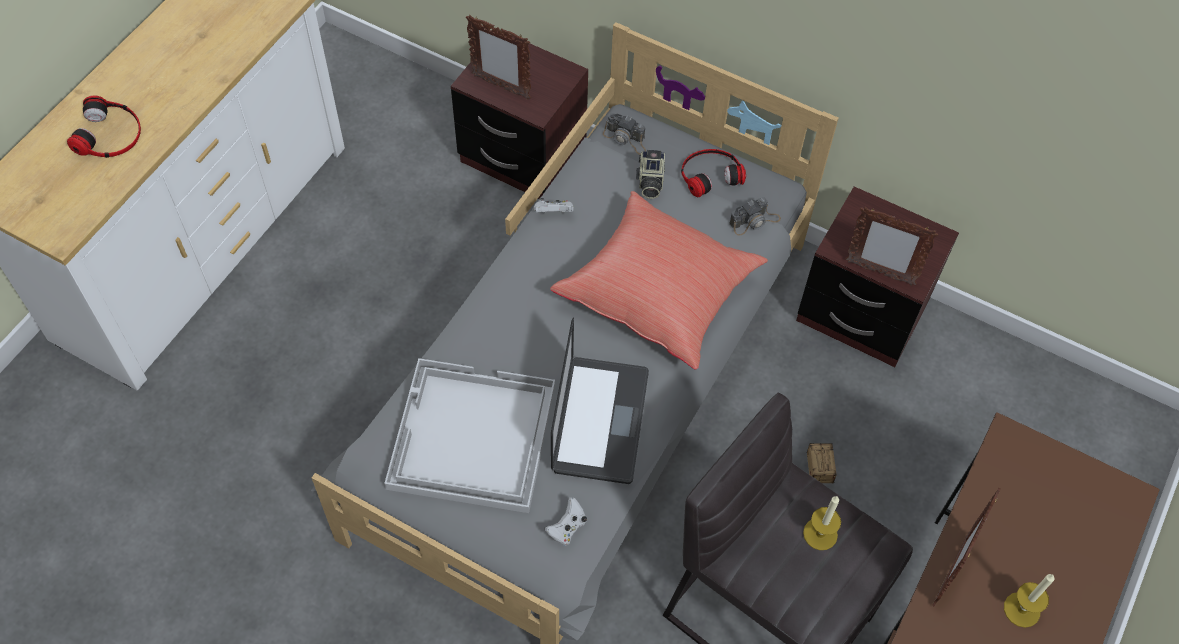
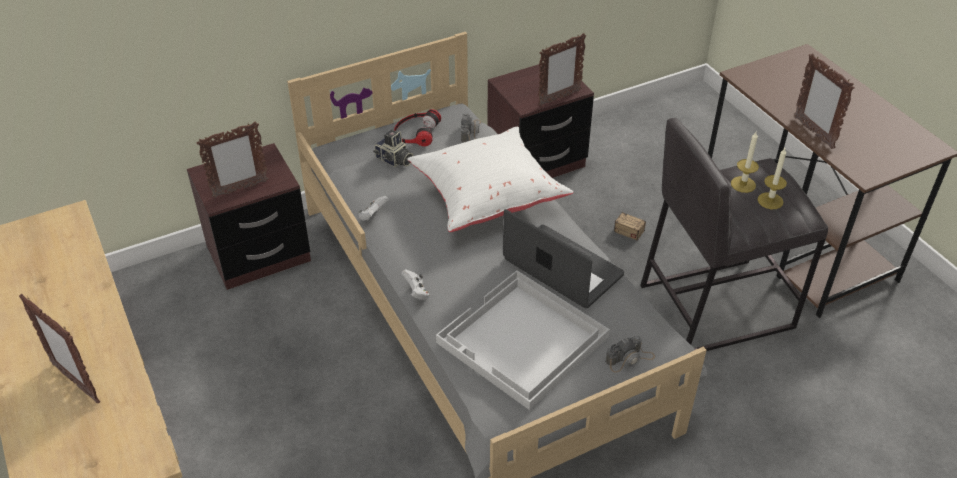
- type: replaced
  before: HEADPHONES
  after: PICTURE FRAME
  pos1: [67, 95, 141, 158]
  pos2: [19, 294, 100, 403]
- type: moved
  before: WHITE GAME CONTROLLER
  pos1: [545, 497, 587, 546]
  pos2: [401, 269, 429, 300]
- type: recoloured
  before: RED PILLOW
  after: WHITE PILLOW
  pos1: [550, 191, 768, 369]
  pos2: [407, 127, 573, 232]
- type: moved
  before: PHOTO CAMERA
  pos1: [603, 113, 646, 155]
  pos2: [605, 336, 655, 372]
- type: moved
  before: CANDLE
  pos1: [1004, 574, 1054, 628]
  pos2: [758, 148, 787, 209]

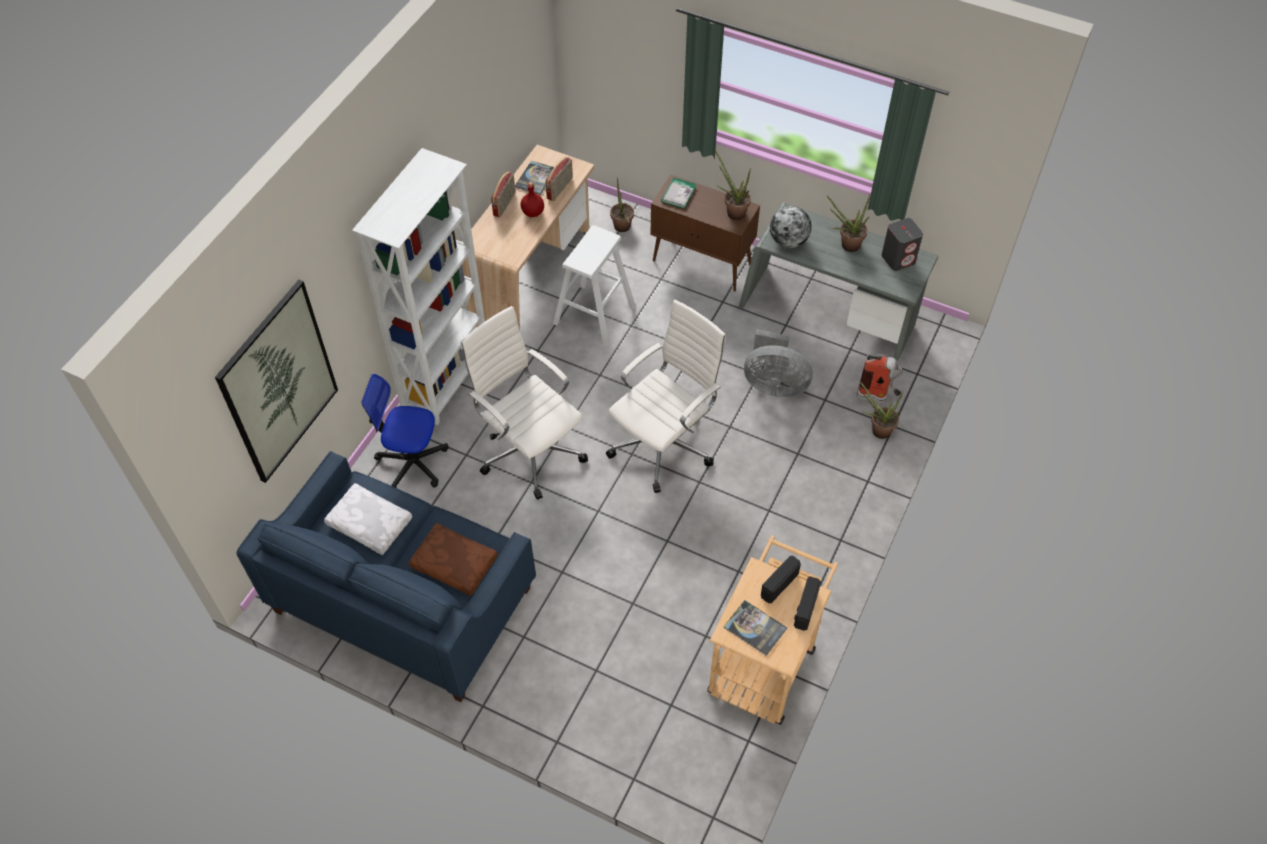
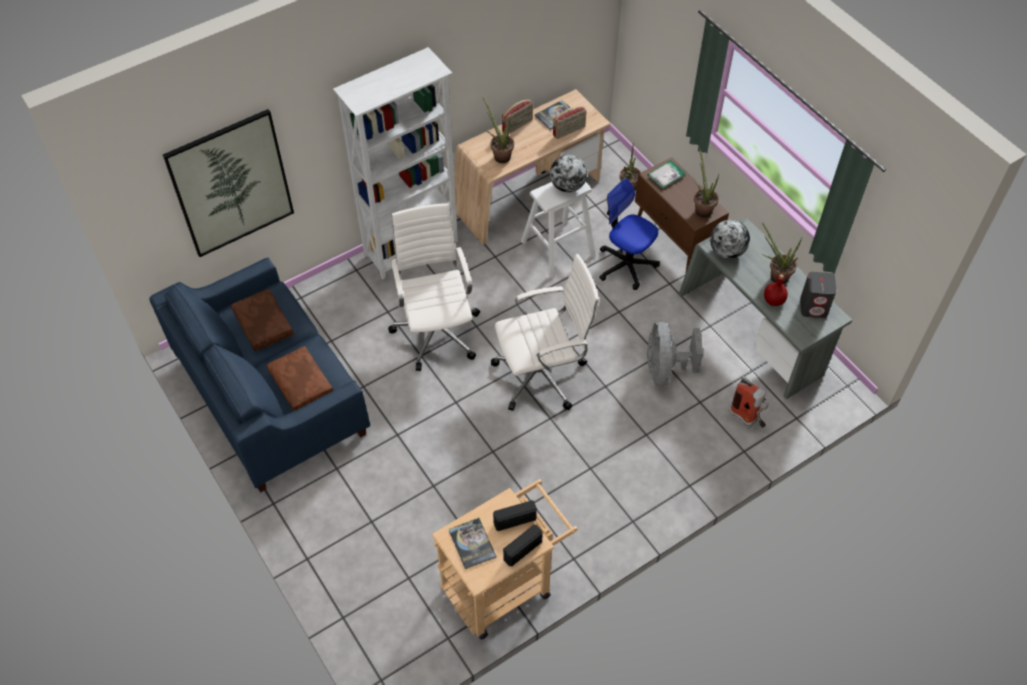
- type: recoloured
  before: WHITE PILLOW
  after: BROWN PILLOW
  pos1: [324, 483, 412, 555]
  pos2: [231, 289, 294, 351]
- type: moved
  before: POTTED PLANT
  pos1: [860, 382, 903, 439]
  pos2: [482, 97, 514, 163]
- type: added
  after: GLOBE
  pos2: [550, 155, 587, 193]
- type: moved
  before: OFFICE CHAIR
  pos1: [362, 374, 449, 488]
  pos2: [599, 178, 660, 290]
- type: turned
  before: GREY FAN
  pos1: [744, 329, 813, 397]
  pos2: [647, 322, 703, 386]
  turn: 45
- type: moved
  before: RED BOTTLE
  pos1: [521, 182, 544, 217]
  pos2: [764, 274, 788, 306]

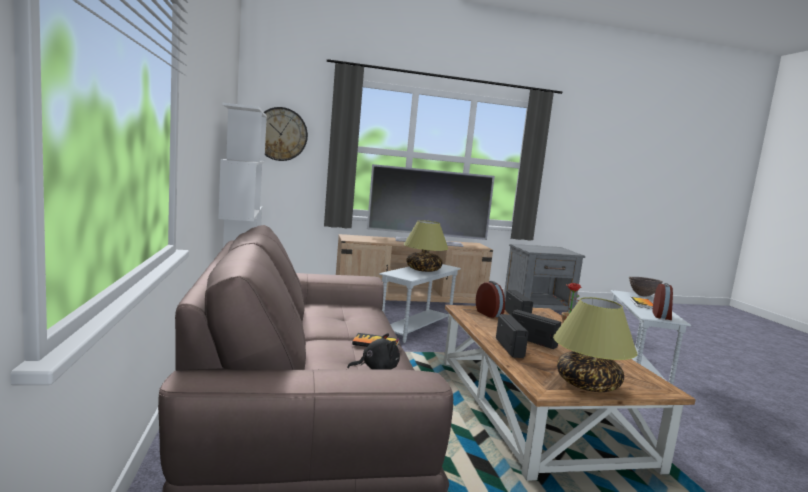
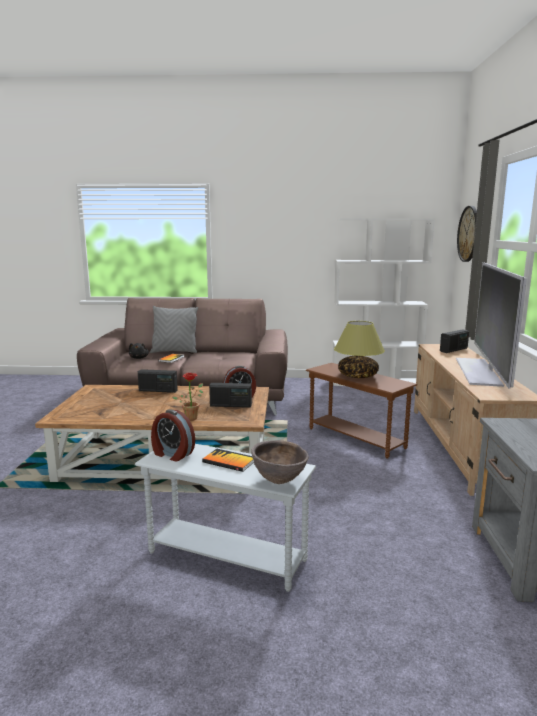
- type: added
  after: GREY PILLOW
  pos2: [150, 306, 198, 353]
- type: recoloured
  before: WHITE SIDE TABLE
  after: BROWN SIDE TABLE
  pos1: [379, 264, 461, 343]
  pos2: [306, 363, 417, 459]
- type: moved
  before: RADIO
  pos1: [512, 310, 561, 349]
  pos2: [440, 329, 469, 353]
- type: removed
  before: TABLE LAMP
  pos1: [553, 297, 637, 392]

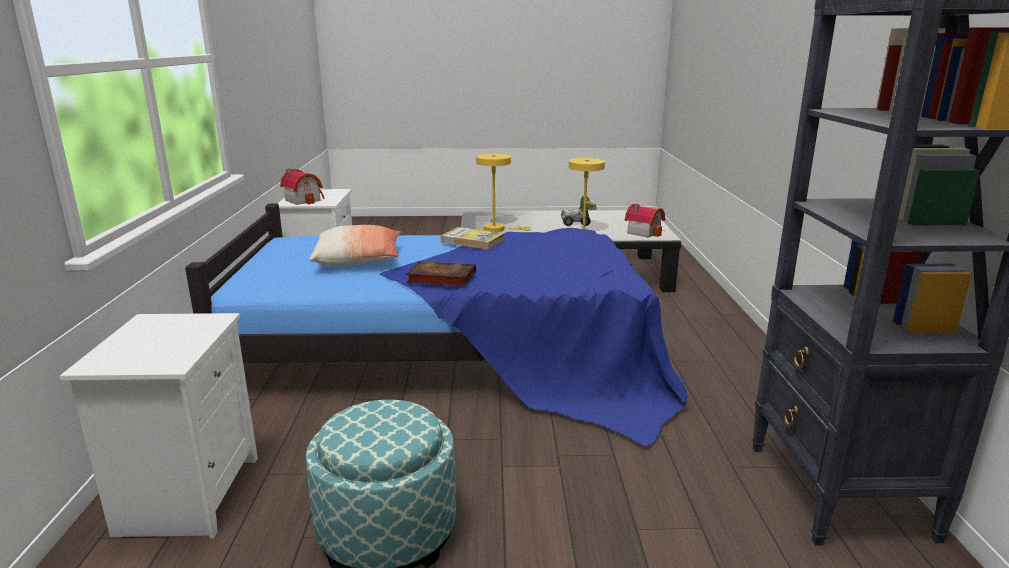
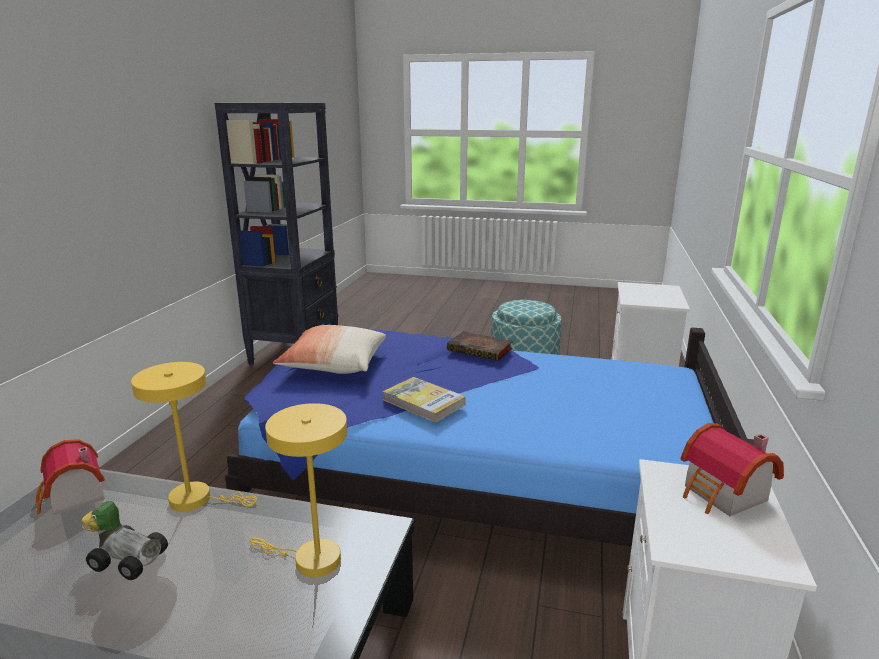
- type: moved
  before: PILLOW
  pos1: [309, 225, 401, 267]
  pos2: [273, 325, 386, 374]

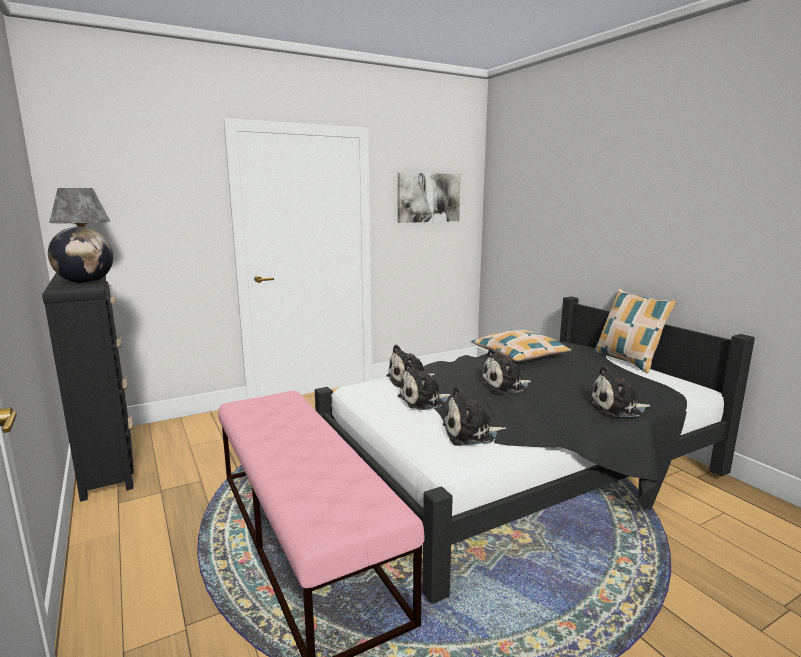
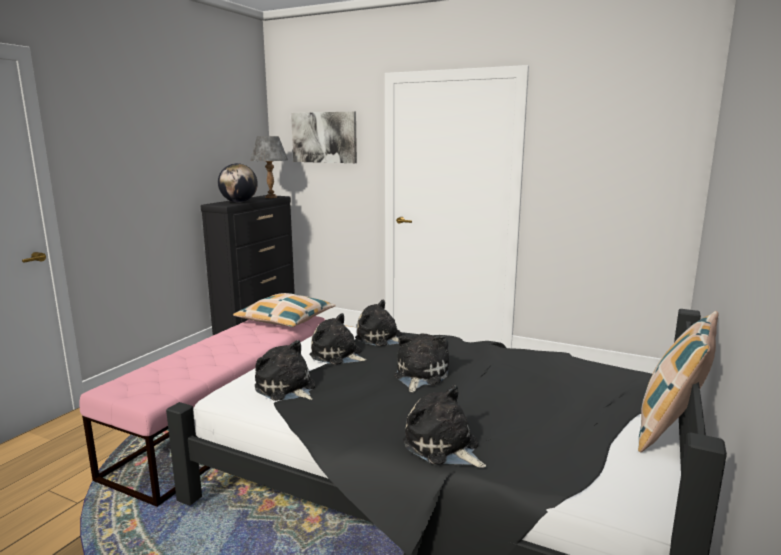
- type: moved
  before: PILLOW
  pos1: [471, 330, 572, 361]
  pos2: [233, 293, 335, 327]
- type: moved
  before: PICTURE
  pos1: [398, 173, 461, 223]
  pos2: [291, 111, 357, 163]
- type: turned
  before: PLUSH TOY
  pos1: [480, 348, 531, 394]
  pos2: [394, 333, 449, 393]
  turn: 75

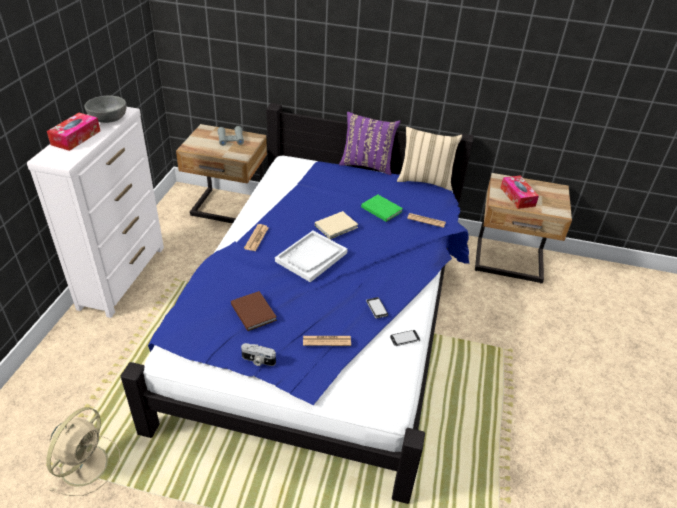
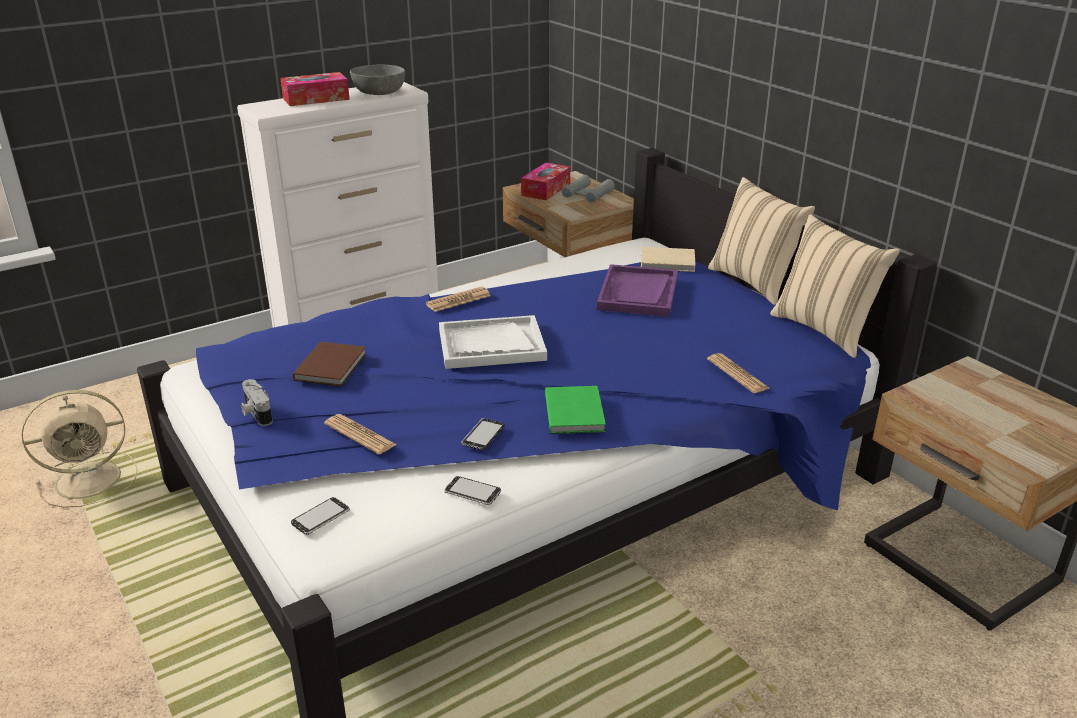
- type: added
  after: PHONE
  pos2: [291, 497, 350, 535]
- type: moved
  before: TISSUE BOX
  pos1: [501, 176, 539, 209]
  pos2: [521, 163, 570, 200]
- type: moved
  before: GREEN BOOK
  pos1: [361, 195, 403, 222]
  pos2: [545, 386, 606, 434]
- type: added
  after: PURPLE TRAY
  pos2: [597, 264, 678, 317]
- type: moved
  before: BEIGE BOOK
  pos1: [315, 211, 358, 239]
  pos2: [641, 247, 696, 272]
- type: recoloured
  before: PURPLE PILLOW
  after: BEIGE PILLOW
  pos1: [339, 112, 400, 175]
  pos2: [708, 177, 815, 305]

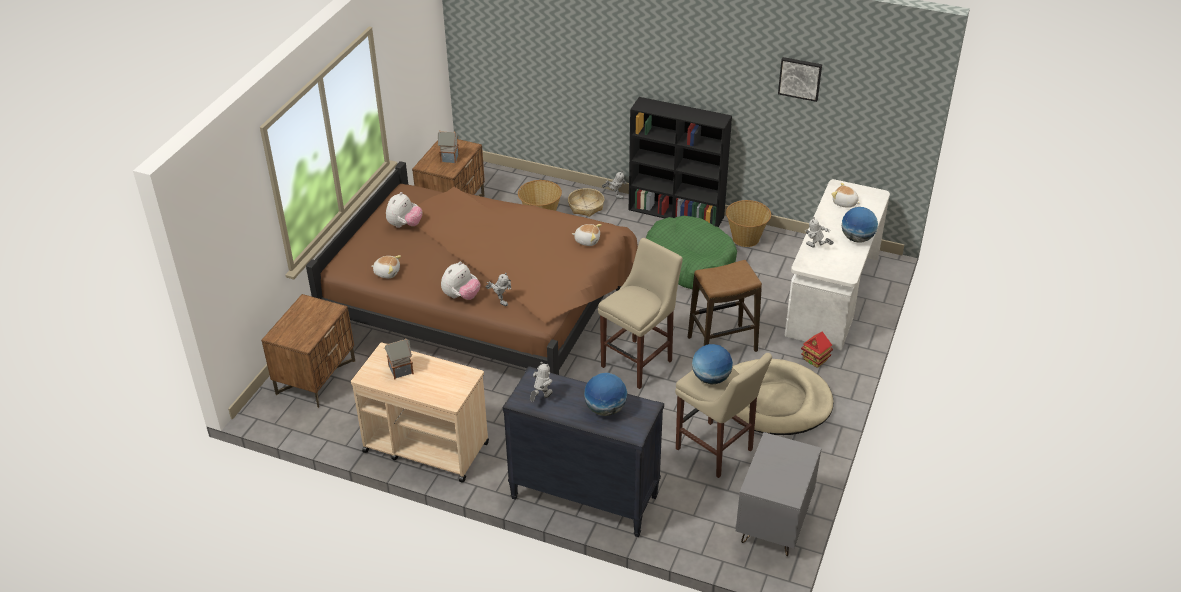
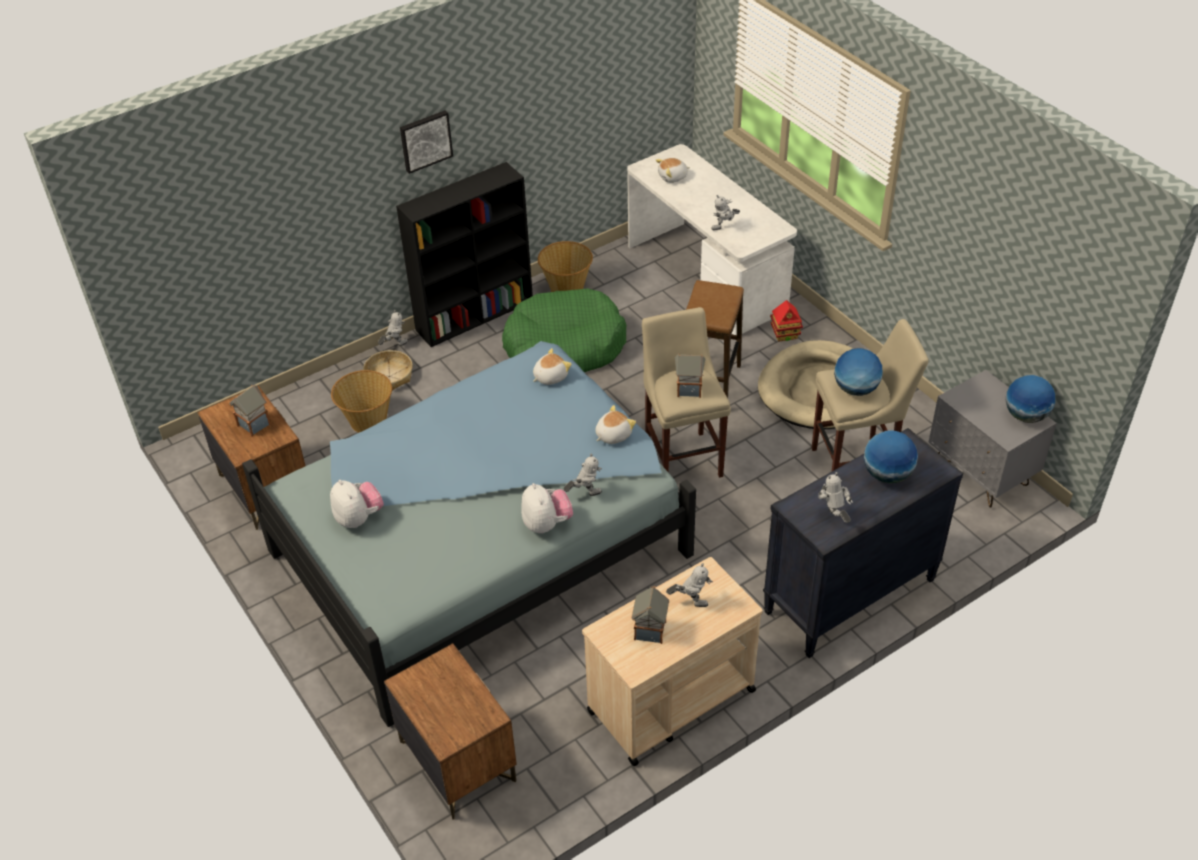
- type: recoloured
  before: BROWN BED
  after: BLUE BED
  pos1: [306, 161, 638, 375]
  pos2: [242, 341, 696, 727]
- type: moved
  before: PICTURE
  pos1: [778, 57, 822, 102]
  pos2: [400, 110, 453, 174]
- type: moved
  before: PLUSH TOY
  pos1: [371, 255, 401, 278]
  pos2: [595, 405, 636, 444]
- type: added
  after: TOY ROBOT
  pos2: [666, 563, 713, 607]
- type: added
  after: TOY HOUSE
  pos2: [675, 354, 705, 398]
- type: moved
  before: GLOBE
  pos1: [842, 207, 878, 242]
  pos2: [1006, 375, 1055, 423]

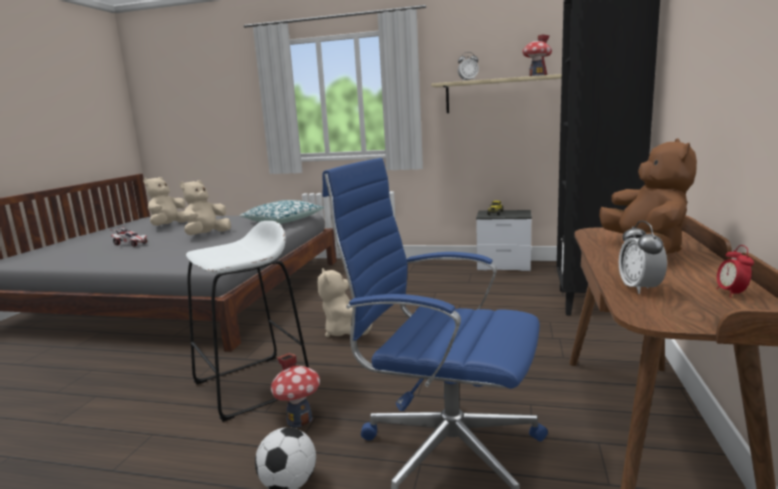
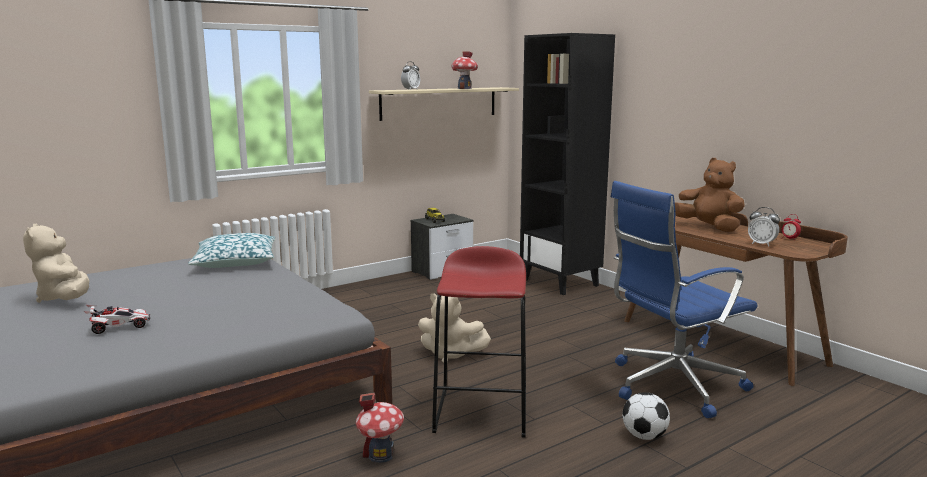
- type: moved
  before: TOY HOUSE
  pos1: [271, 353, 320, 428]
  pos2: [356, 393, 404, 463]
- type: recoloured
  before: WHITE STOOL
  after: RED STOOL
  pos1: [186, 221, 309, 422]
  pos2: [432, 246, 526, 437]
- type: removed
  before: BEIGE PLUSH TOY
  pos1: [180, 180, 231, 235]

